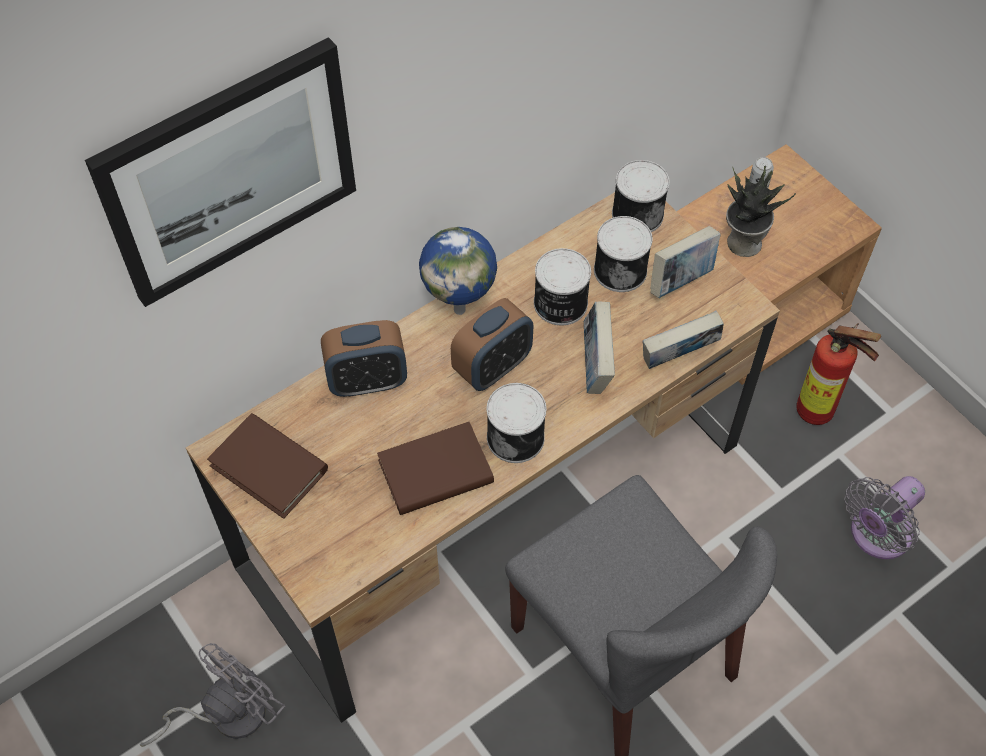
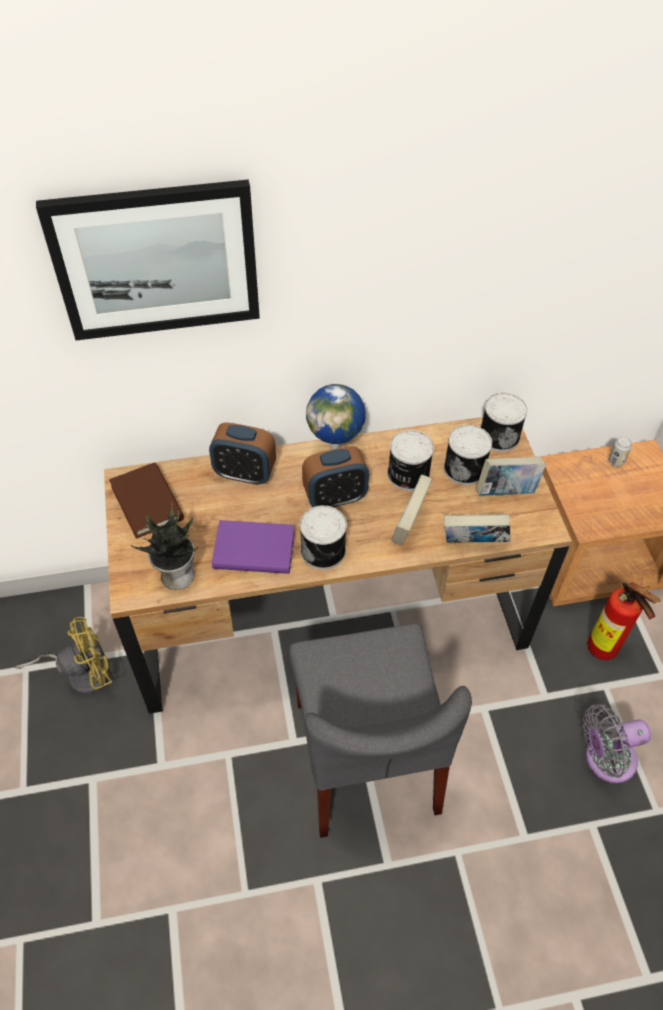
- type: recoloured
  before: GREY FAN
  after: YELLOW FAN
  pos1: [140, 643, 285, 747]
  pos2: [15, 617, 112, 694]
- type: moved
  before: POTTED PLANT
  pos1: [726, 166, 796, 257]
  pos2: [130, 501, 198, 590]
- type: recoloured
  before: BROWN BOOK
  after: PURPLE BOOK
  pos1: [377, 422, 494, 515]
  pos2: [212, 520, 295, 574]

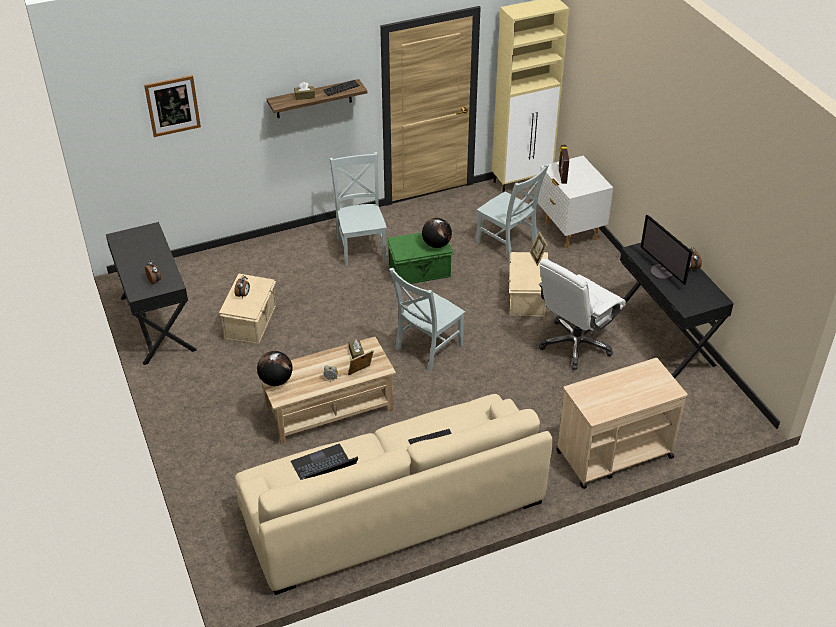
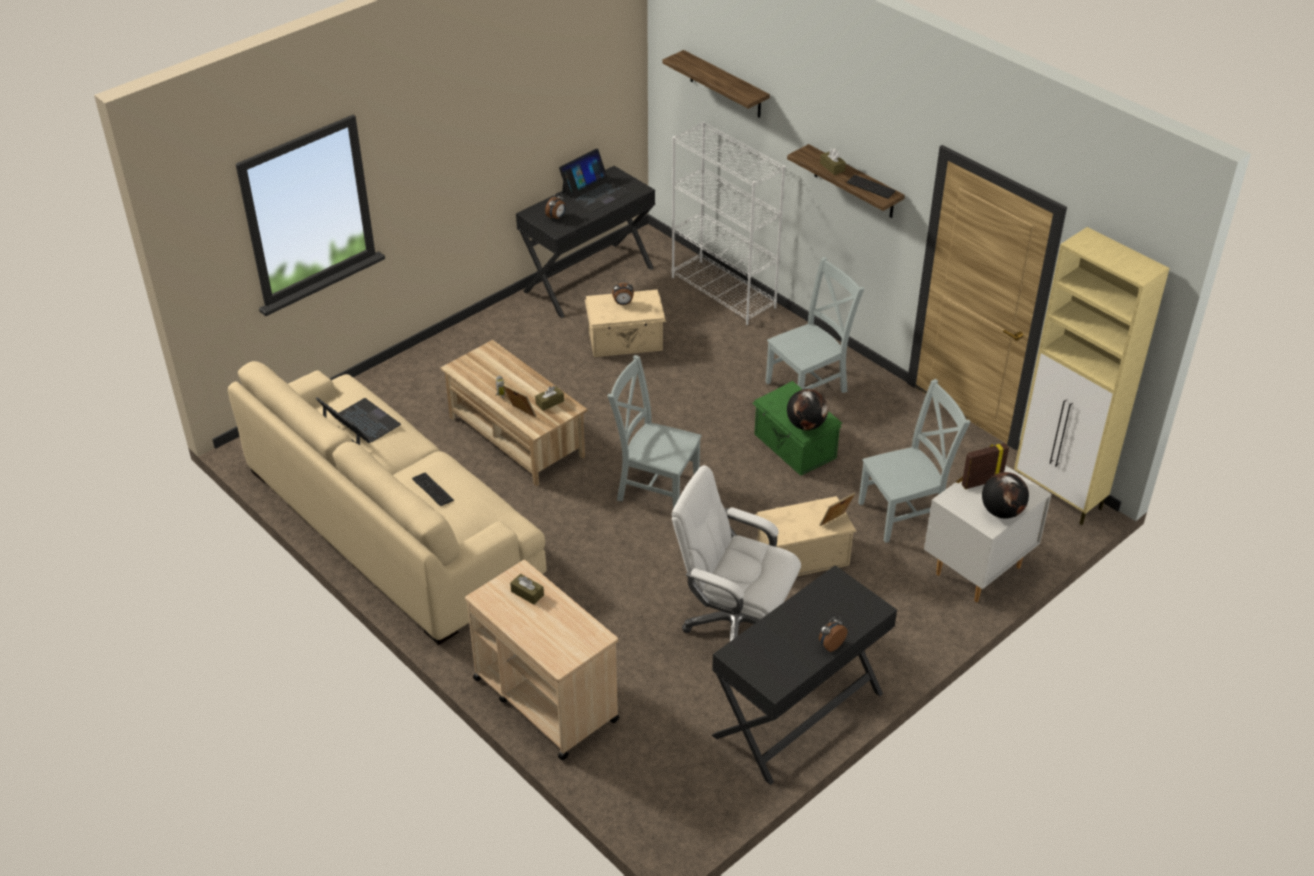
- type: added
  after: BROWN TISSUE BOX
  pos2: [510, 574, 544, 605]
- type: added
  after: LAPTOP
  pos2: [559, 149, 630, 212]
- type: replaced
  before: PICTURE
  after: SHELF
  pos1: [144, 75, 201, 137]
  pos2: [662, 50, 770, 118]
- type: added
  after: WHITE BOOKCASE
  pos2: [672, 122, 786, 325]
- type: turned
  before: GREY CHAIR
  pos1: [476, 164, 549, 262]
  pos2: [858, 379, 970, 543]
  turn: -135
- type: moved
  before: GLOBE
  pos1: [257, 351, 293, 386]
  pos2: [982, 472, 1029, 519]
- type: removed
  before: MONITOR
  pos1: [641, 215, 693, 285]

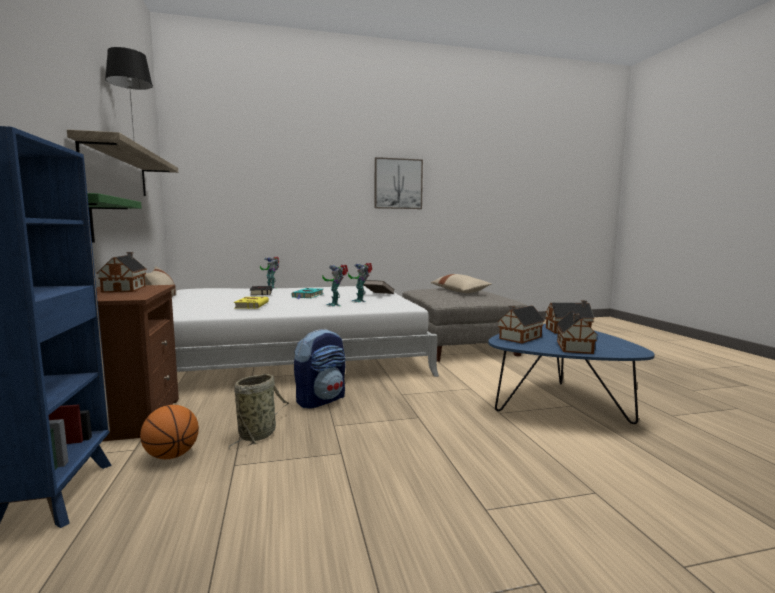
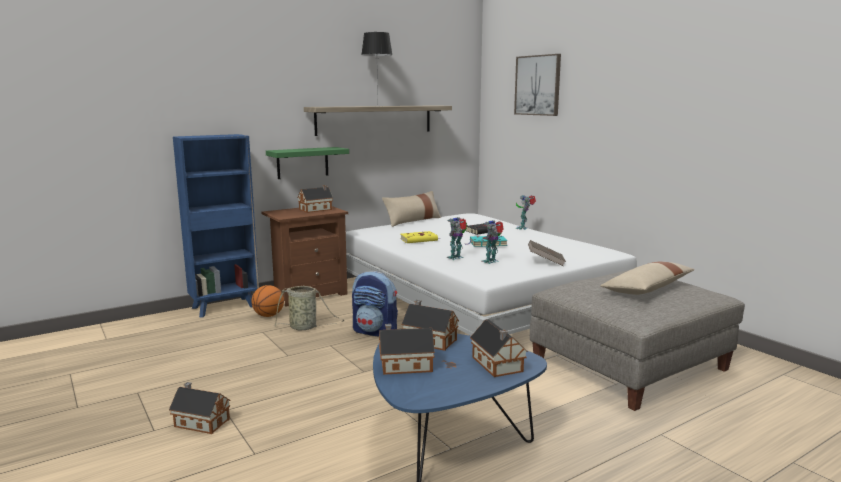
- type: added
  after: TOY HOUSE
  pos2: [169, 382, 231, 434]
- type: moved
  before: PICTURE
  pos1: [375, 157, 423, 209]
  pos2: [514, 54, 561, 116]

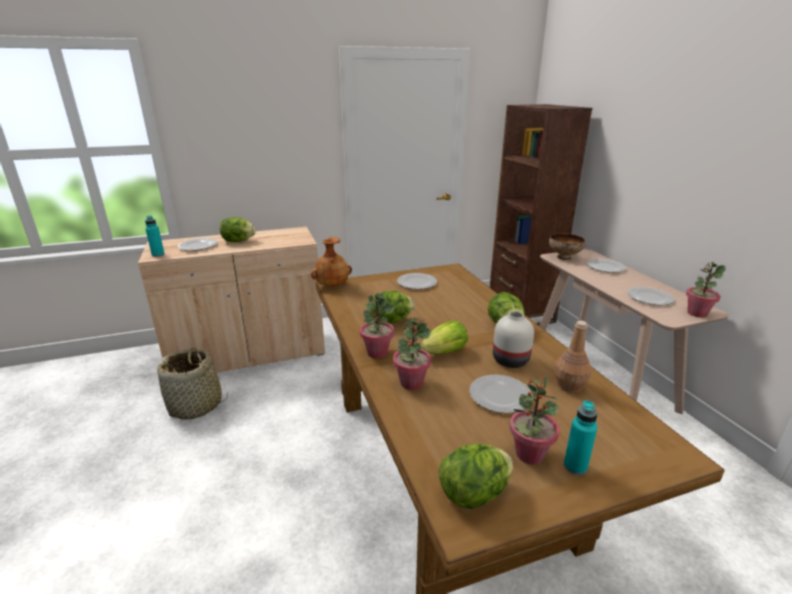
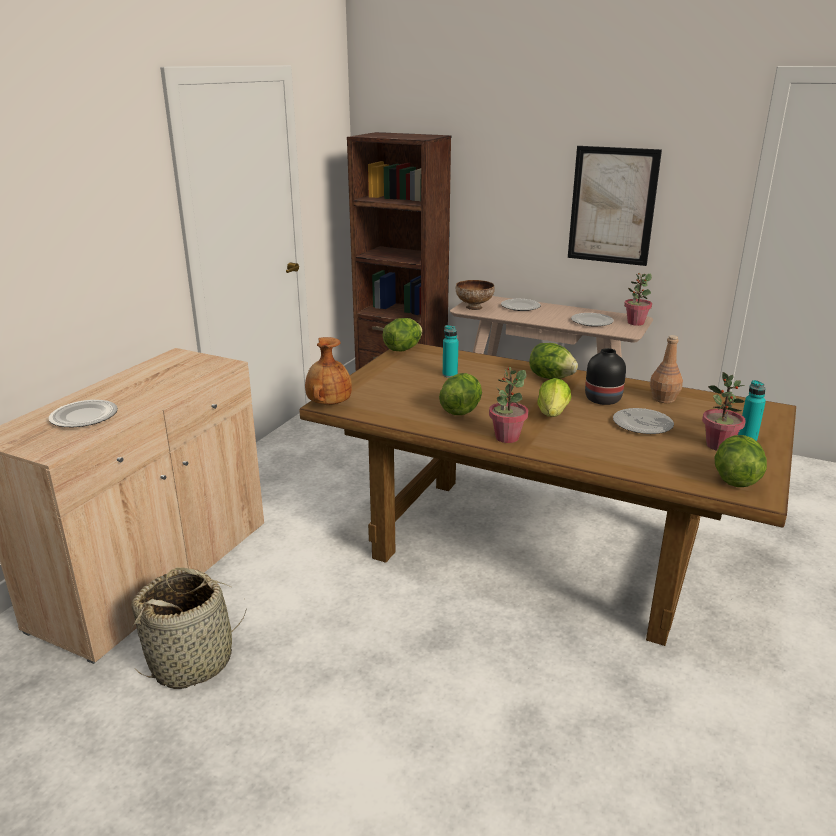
- type: moved
  before: LETTUCE
  pos1: [220, 217, 256, 242]
  pos2: [383, 318, 422, 351]
- type: moved
  before: TURQUOISE BOTTLE
  pos1: [145, 216, 165, 257]
  pos2: [443, 325, 458, 378]
- type: added
  after: PICTURE
  pos2: [568, 146, 662, 266]
- type: recoloured
  before: WHITE VASE
  after: BLACK VASE
  pos1: [493, 311, 534, 368]
  pos2: [585, 348, 626, 405]
- type: removed
  before: POTTED PLANT
  pos1: [393, 317, 431, 390]
- type: removed
  before: PLATE
  pos1: [397, 273, 437, 289]

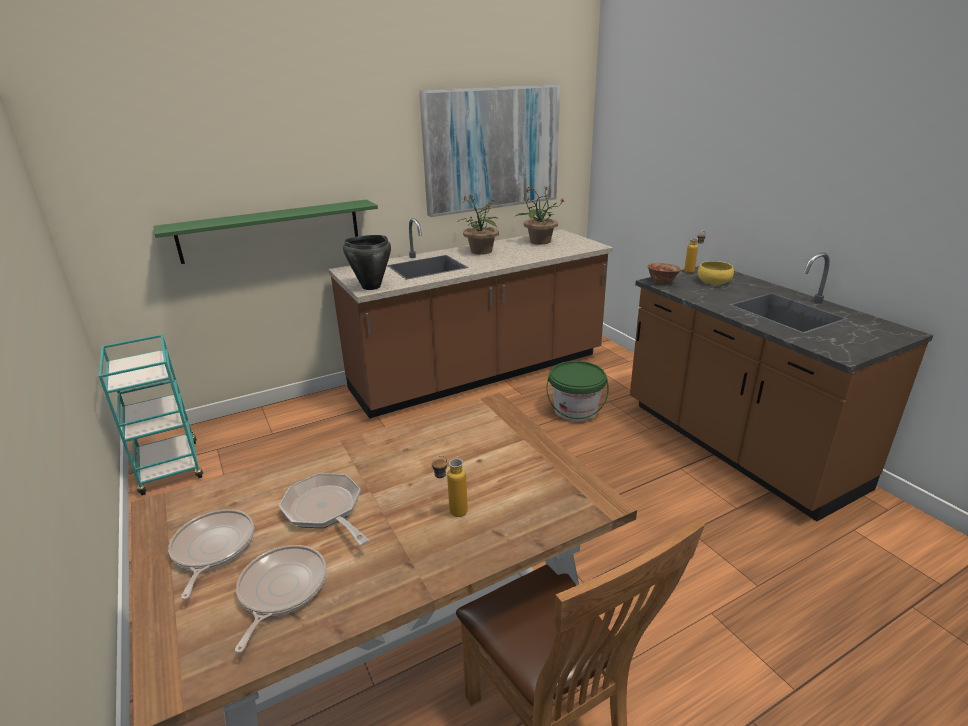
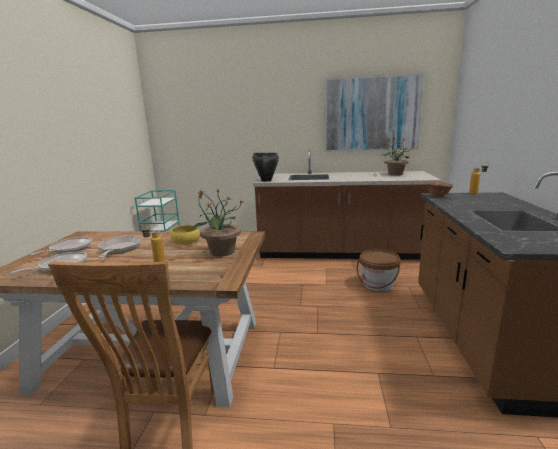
- type: moved
  before: YELLOW BOWL
  pos1: [698, 261, 734, 285]
  pos2: [170, 225, 200, 245]
- type: moved
  before: POTTED PLANT
  pos1: [457, 194, 499, 255]
  pos2: [191, 189, 244, 257]
- type: recoloured
  before: GREEN BUCKET
  after: BROWN BUCKET
  pos1: [547, 361, 609, 422]
  pos2: [357, 249, 401, 291]
- type: removed
  before: GREEN SHELF
  pos1: [153, 199, 378, 264]

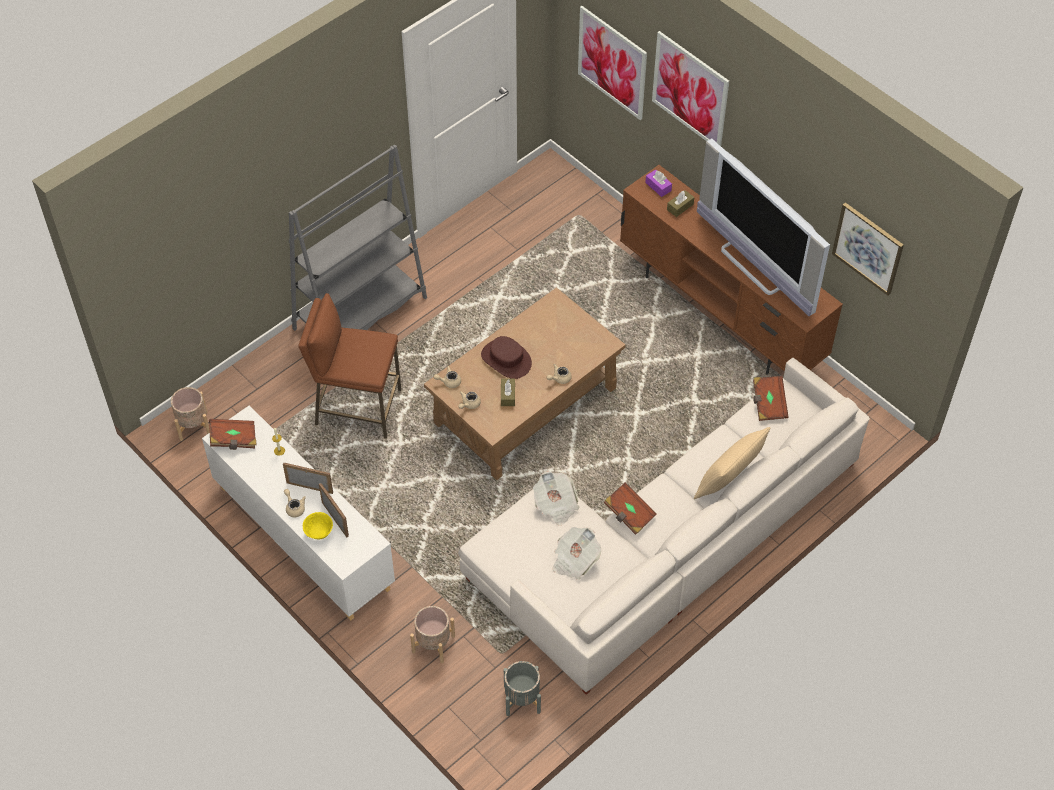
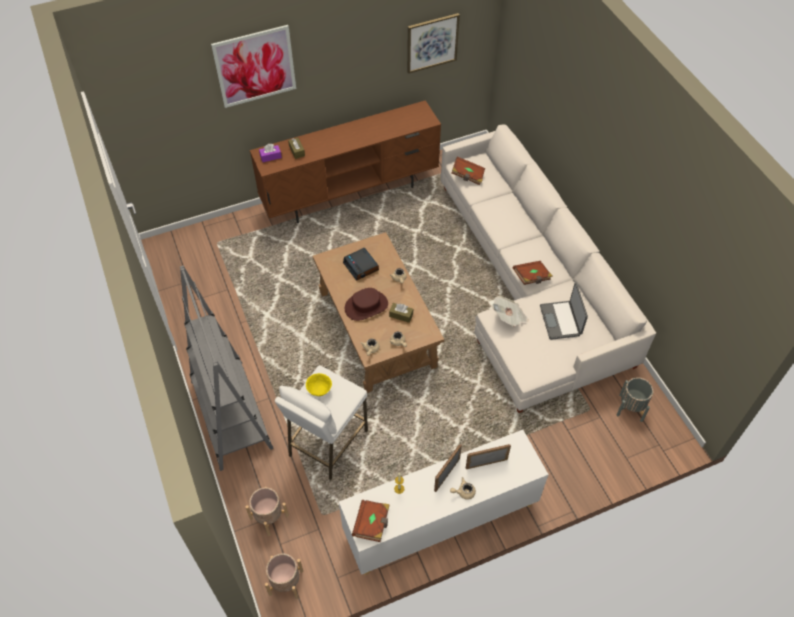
- type: moved
  before: BEIGE PLANTER
  pos1: [410, 606, 455, 663]
  pos2: [245, 487, 289, 536]
- type: recoloured
  before: BROWN STOOL
  after: WHITE STOOL
  pos1: [298, 293, 402, 439]
  pos2: [275, 365, 368, 480]
- type: moved
  before: YELLOW BOWL
  pos1: [303, 512, 333, 539]
  pos2: [306, 373, 332, 396]
- type: added
  after: ALARM CLOCK
  pos2: [343, 248, 379, 281]
- type: replaced
  before: NEWSPAPER
  after: LAPTOP
  pos1: [552, 527, 601, 580]
  pos2: [540, 282, 588, 340]
- type: removed
  before: PICTURE
  pos1: [578, 6, 647, 120]
- type: removed
  before: BEIGE PILLOW
  pos1: [694, 427, 770, 499]
- type: removed
  before: TELEVISION
  pos1: [697, 139, 830, 316]

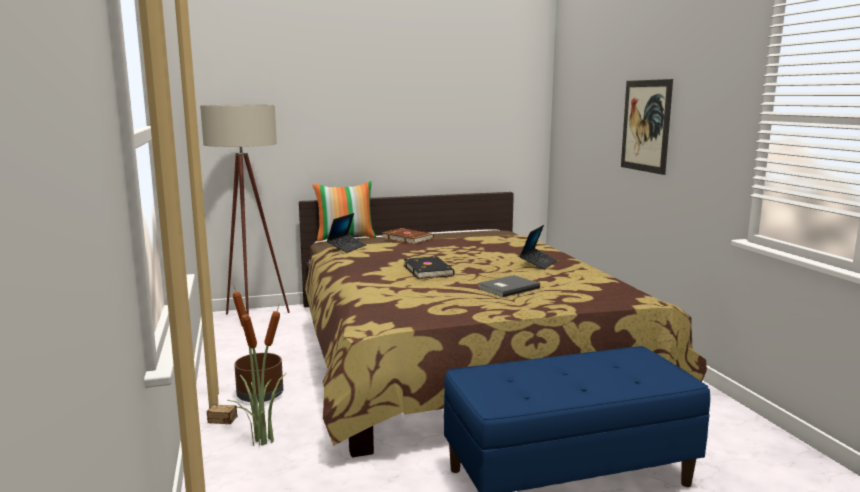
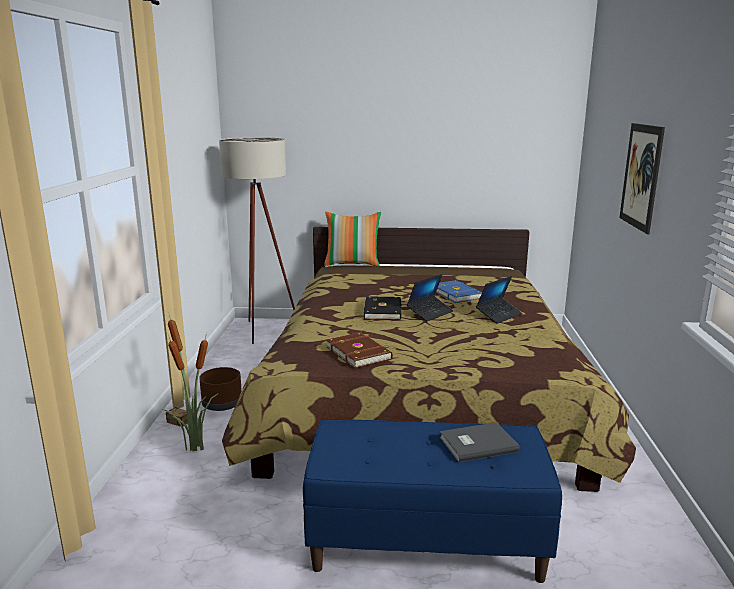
- type: moved
  before: BROWN BOOK
  pos1: [382, 228, 434, 244]
  pos2: [326, 332, 393, 368]
- type: moved
  before: LAPTOP
  pos1: [327, 213, 367, 253]
  pos2: [407, 274, 453, 321]
- type: added
  after: BLUE BOOK
  pos2: [436, 280, 482, 303]
- type: moved
  before: GREY BOOK
  pos1: [478, 275, 540, 297]
  pos2: [440, 422, 520, 462]

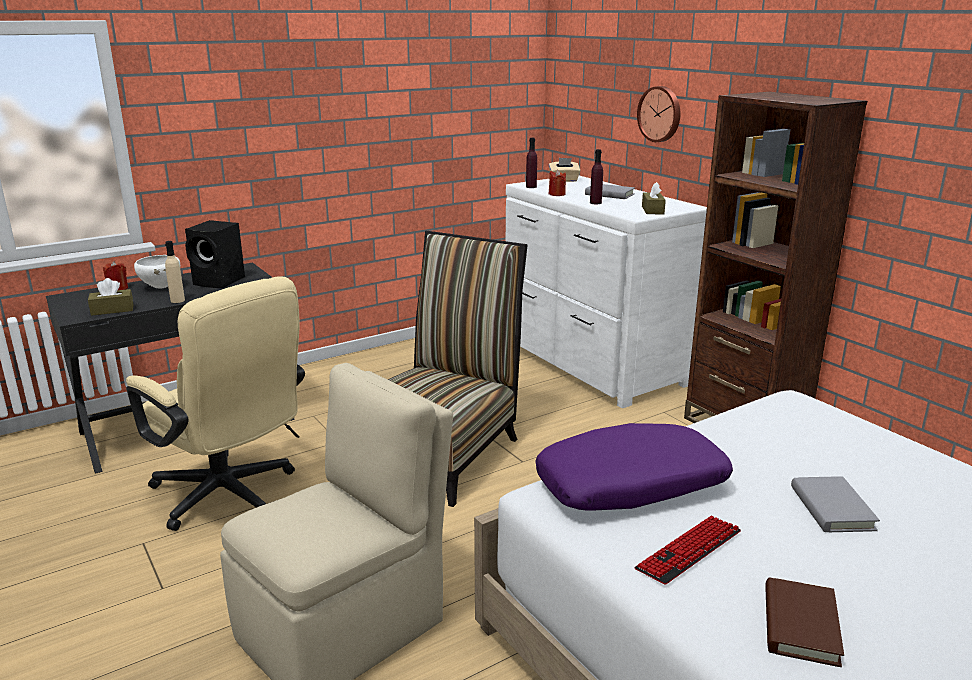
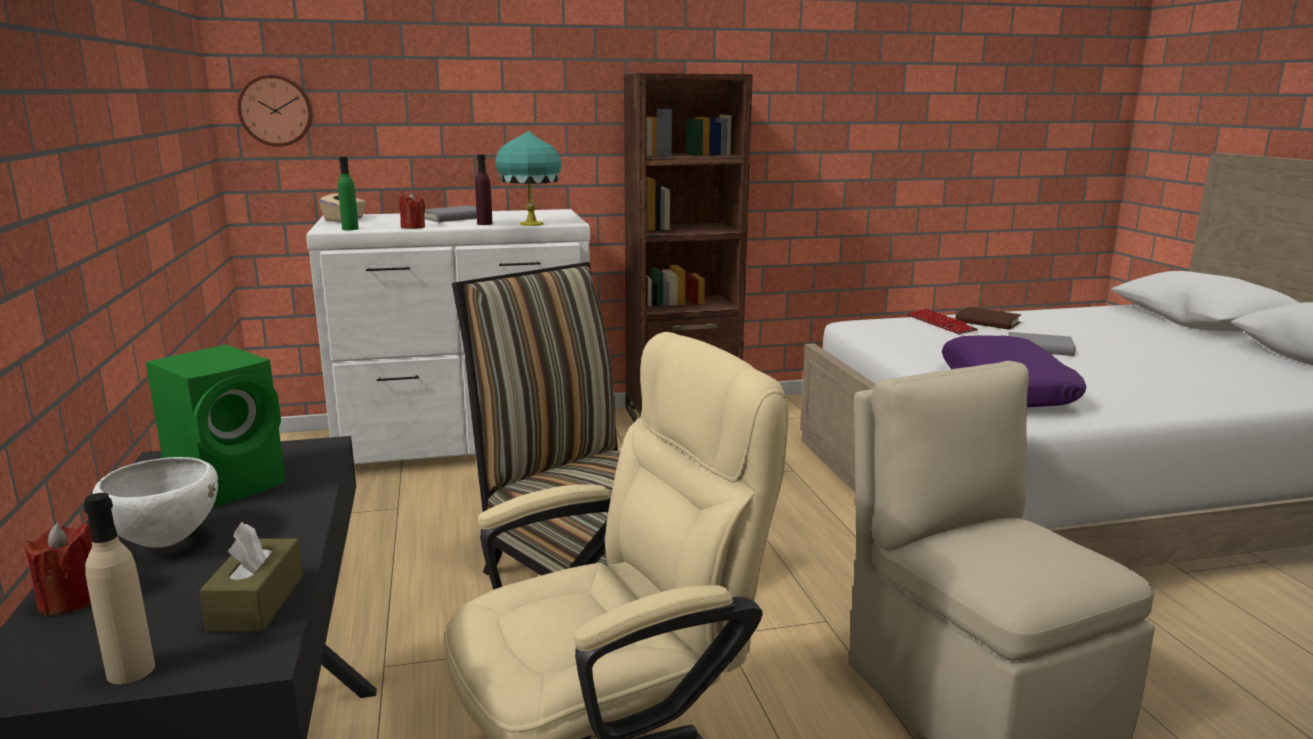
- type: moved
  before: BEIGE BOTTLE
  pos1: [165, 241, 185, 303]
  pos2: [83, 493, 155, 684]
- type: recoloured
  before: BLACK SPEAKER
  after: GREEN SPEAKER
  pos1: [185, 220, 245, 288]
  pos2: [146, 345, 286, 507]
- type: moved
  before: WALL CLOCK
  pos1: [637, 86, 680, 142]
  pos2: [237, 75, 313, 147]
- type: recoloured
  before: PURPLE BOTTLE
  after: GREEN BOTTLE
  pos1: [526, 138, 537, 188]
  pos2: [338, 157, 359, 230]
- type: added
  after: TURQUOISE TABLE LAMP
  pos2: [495, 131, 561, 226]
- type: moved
  before: KEYBOARD
  pos1: [634, 516, 741, 585]
  pos2: [907, 309, 978, 334]
- type: moved
  before: BROWN BOOK
  pos1: [765, 578, 844, 667]
  pos2: [955, 307, 1021, 330]
- type: removed
  before: BROWN TISSUE BOX
  pos1: [642, 182, 666, 214]

